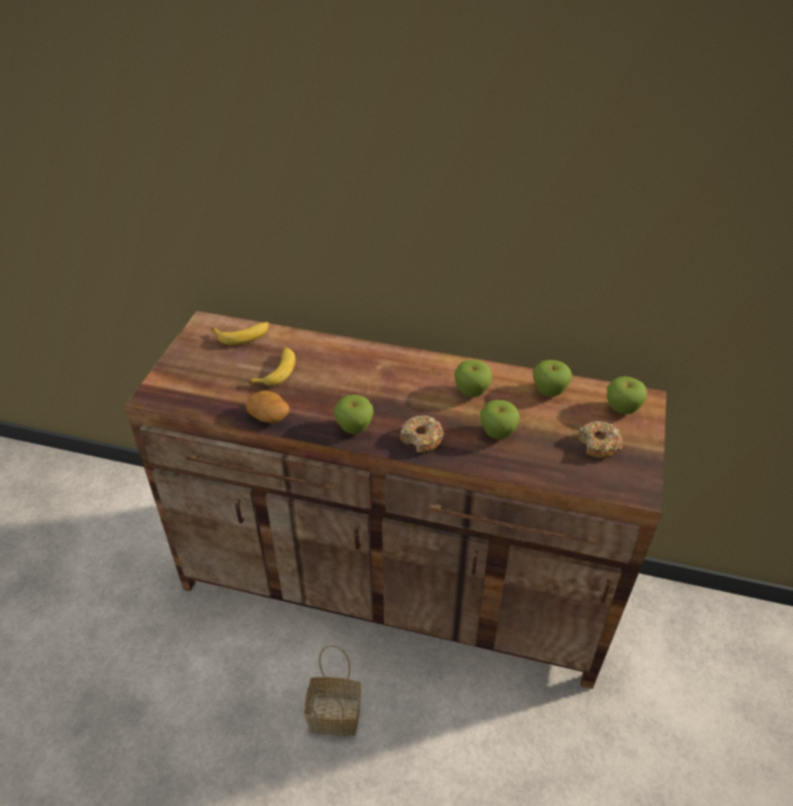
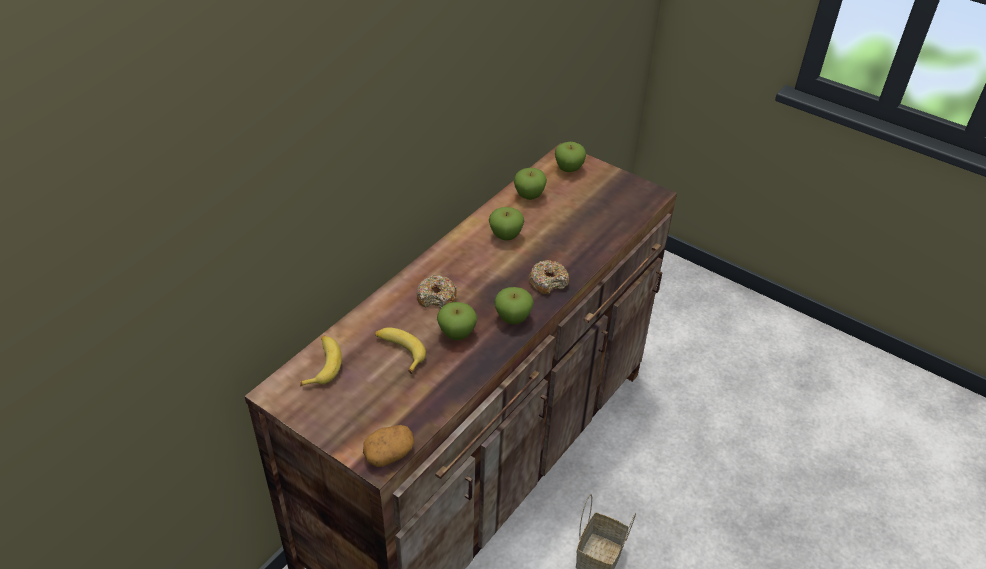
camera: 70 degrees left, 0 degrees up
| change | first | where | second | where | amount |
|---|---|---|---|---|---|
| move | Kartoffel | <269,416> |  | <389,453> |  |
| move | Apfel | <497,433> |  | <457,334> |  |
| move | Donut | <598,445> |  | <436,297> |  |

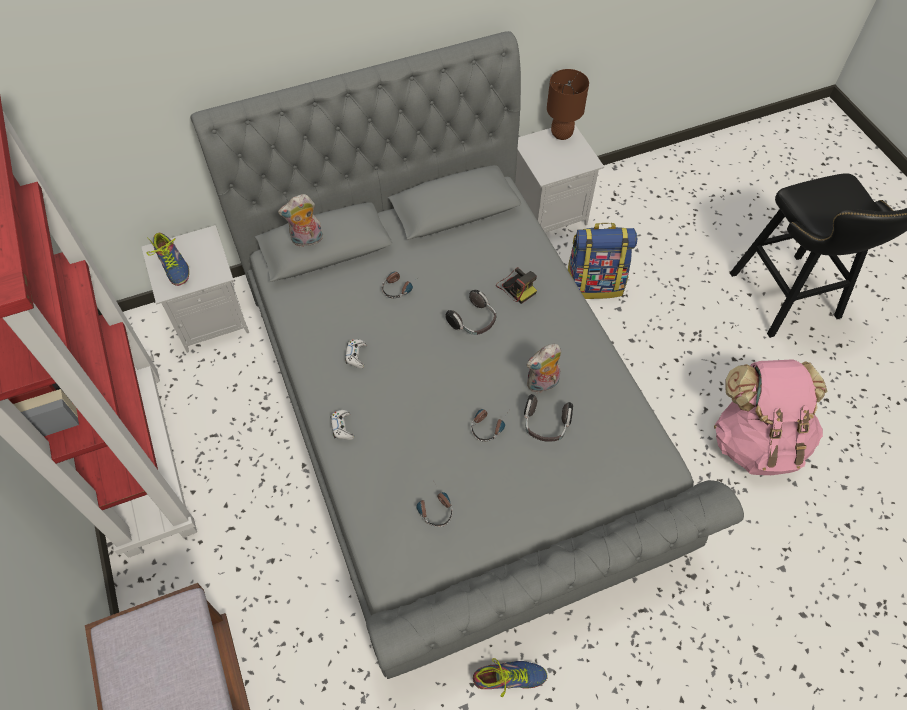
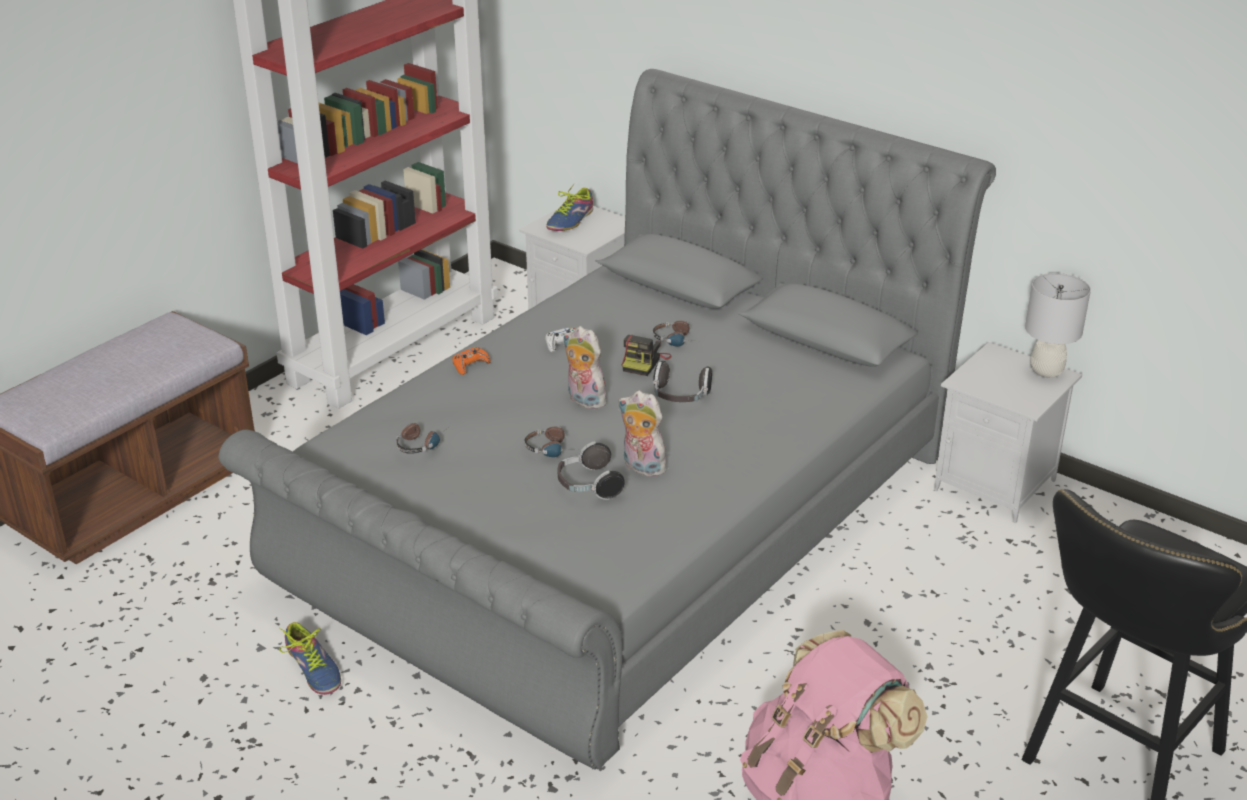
camera: 60 degrees right, 25 degrees down
| change | first | where | second | where | amount |
|---|---|---|---|---|---|
| recolor | Tischlampe/braun | <562,134> | Tischlampe/grau | <1047,373> |  |
| move | Plüschtier | <307,240> |  | <583,400> |  |
| delete | Rucksack | <594,284> |  |  |  |
| move | Kamera | <516,287> |  | <644,362> |  |
| recolor | Gamepad/weiß | <342,427> | Gamepad/orange | <470,365> |  |

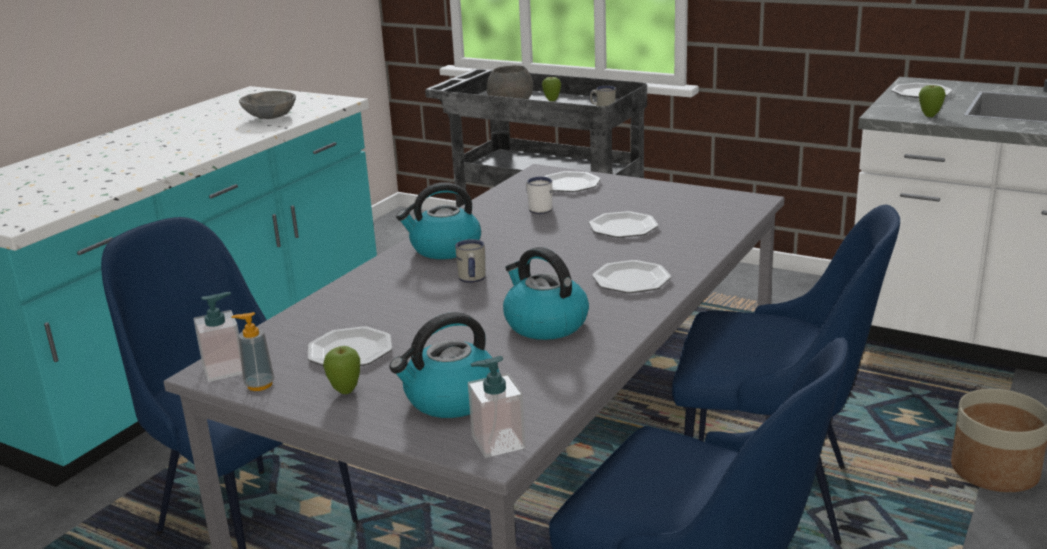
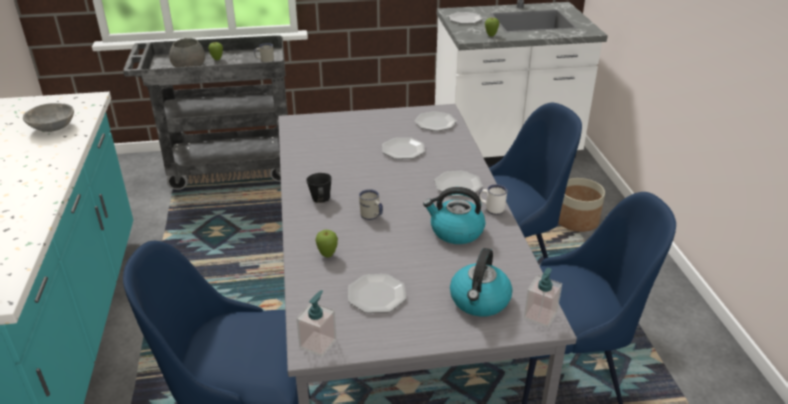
camera: 40 degrees left, 10 degrees up
| change | first | where | second | where | amount |
|---|---|---|---|---|---|
| move | Teller | <570,184> |  | <435,123> |  |
| move | Henkelbecher/weiß | <538,208> |  | <491,209> |  |
| replace | Wasserkessel | <444,249> | Henkelbecher/schwarz | <320,199> |  |
| delete | Seifenspender | <259,385> |  |  |  |
| move | Apfel | <345,391> |  | <327,255> |  |

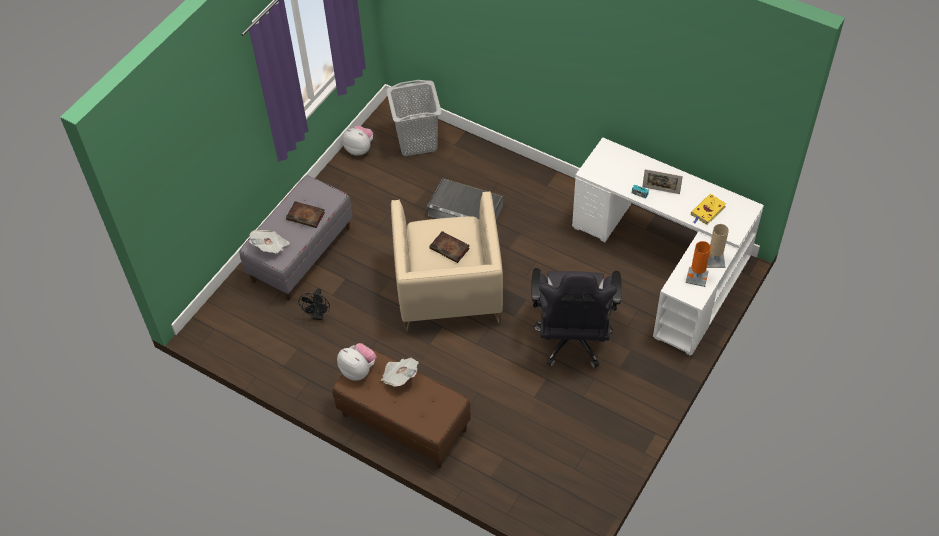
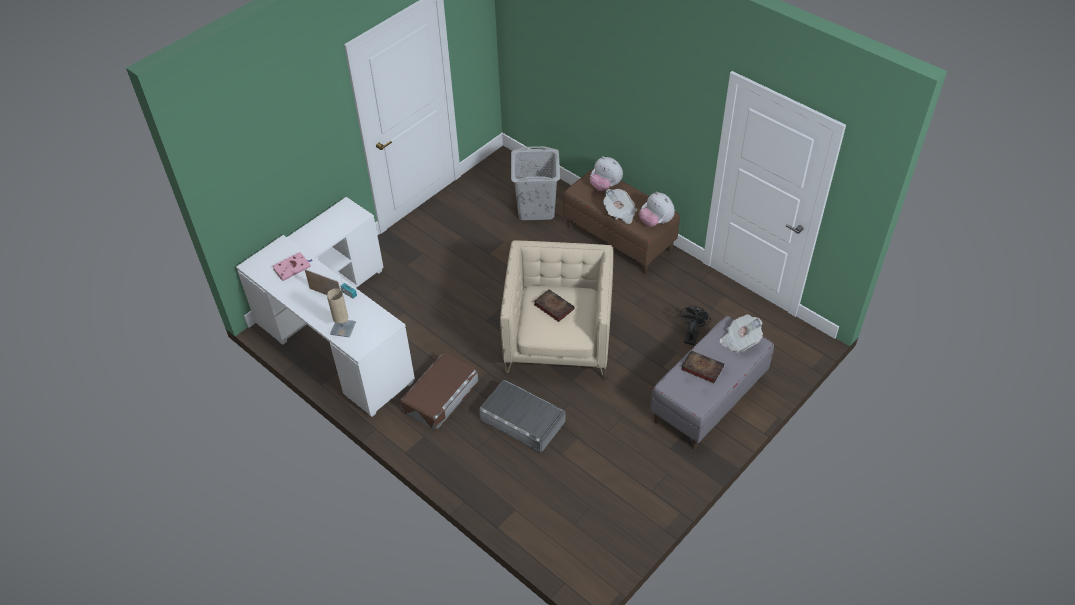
camera: 170 degrees left, 5 degrees down
| change | first | where | second | where | amount |
|---|---|---|---|---|---|
| move | Wäschekorb/grau | <417,141> |  | <536,208> |  |
| move | Plüschtier | <359,149> |  | <605,186> |  |
| recolor | Buch/gelb | <707,211> | Buch/rosa | <293,268> |  |
| move | Tischlampe/beige | <714,260> |  | <343,328> |  |
| delete | Tischlampe/orange | <697,277> |  |  |  |
| delete | Bürostuhl/schwarz | <572,335> |  |  |  |
| insert |  |  | Aufbewahrungsbox/braun | <440,395> |  |

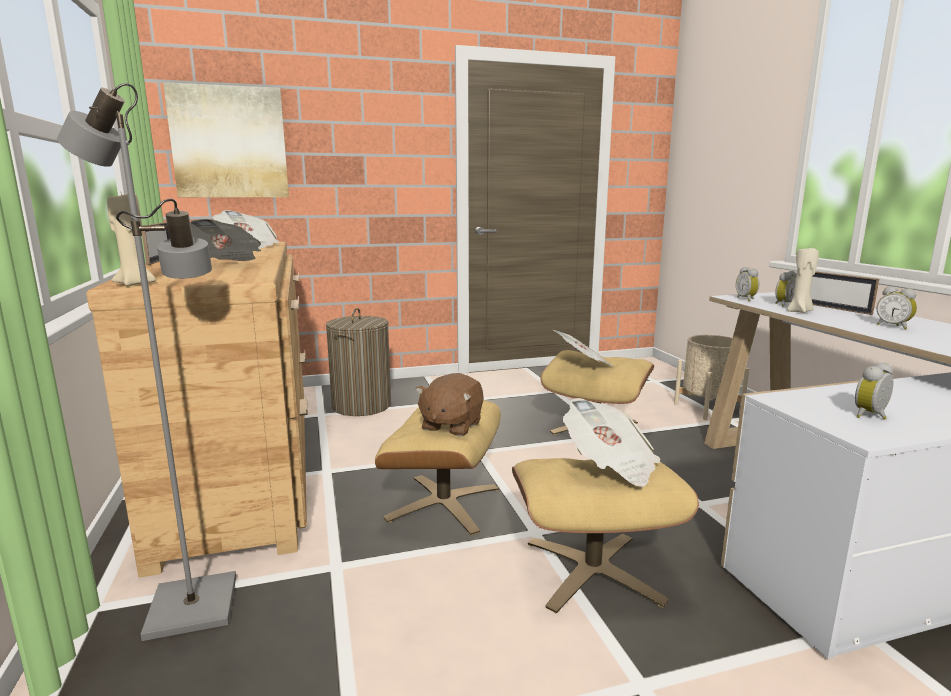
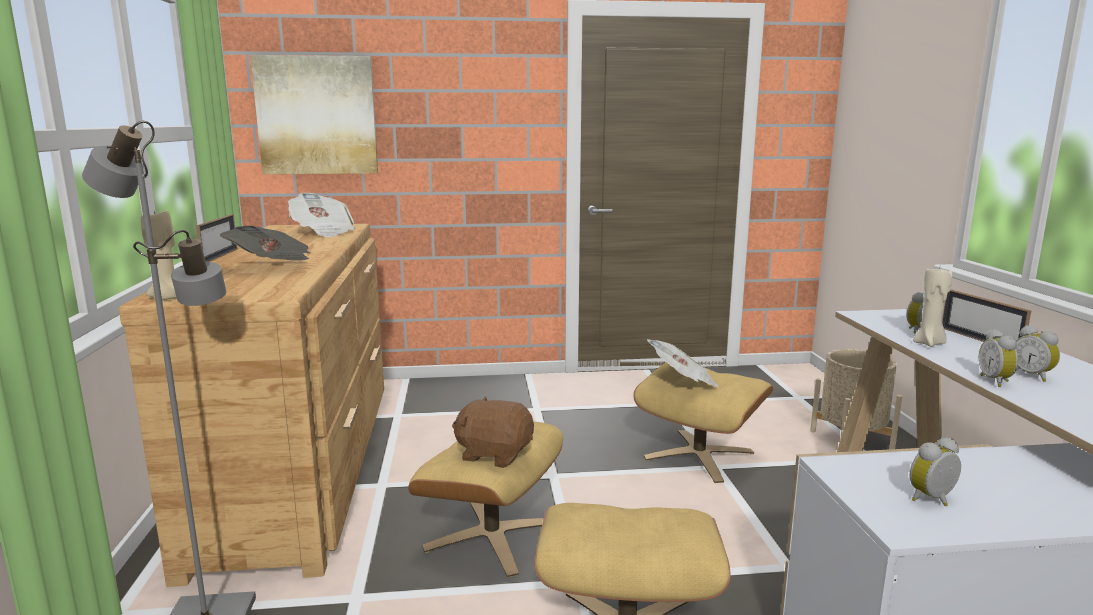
camera: 10 degrees right, 0 degrees up
| change | first | where | second | where | amount |
|---|---|---|---|---|---|
| move | Wecker | <747,299> |  | <996,381> |  |
| delete | Wäschekorb | <361,405> |  |  |  |
| rotate | Plüschtier/braun | <451,426> |  | <494,454> | 75 degrees clockwise |
| delete | Zeitung | <610,464> |  |  |  |

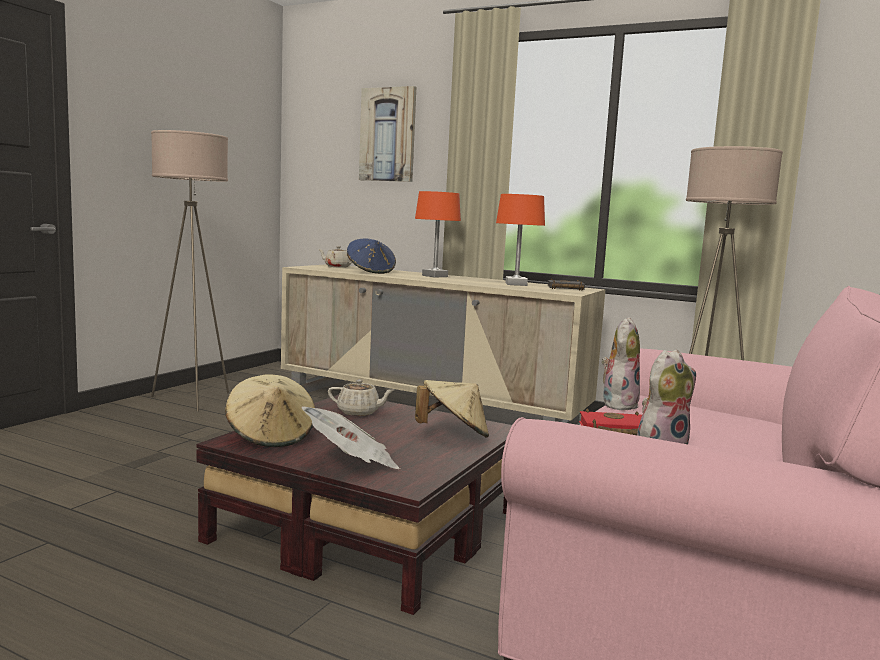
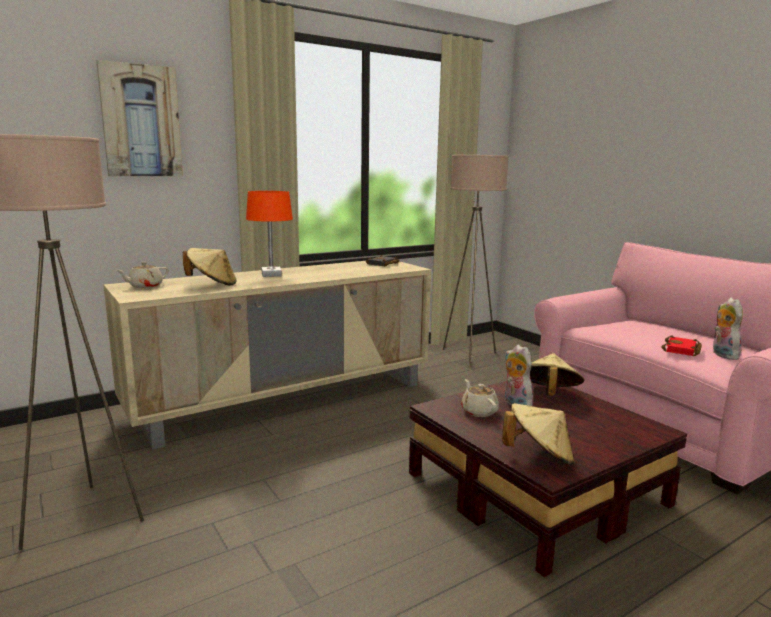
camera: 60 degrees left, 5 degrees up
| change | first | where | second | where | amount |
|---|---|---|---|---|---|
| delete | Tischlampe/orange | <515,284> |  |  |  |
| recolor | Hut/blau | <371,271> | Hut/beige | <212,284> |  |
| move | Plüschtier | <618,404> |  | <515,404> |  |
| rotate | Teekanne/beige | <359,412> |  | <478,411> | 60 degrees counterclockwise |
| delete | Zeitung | <351,463> |  |  |  |

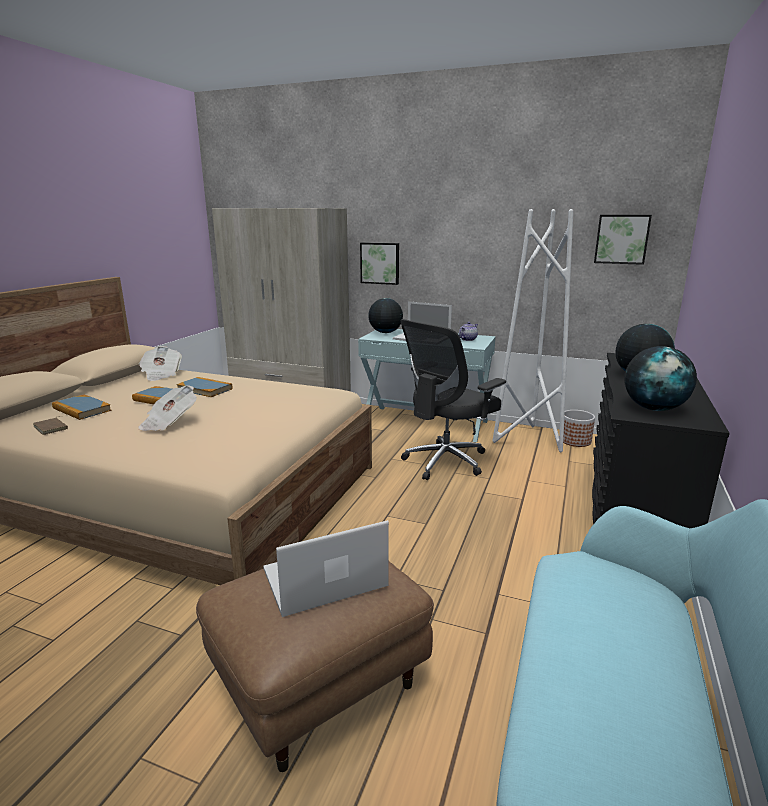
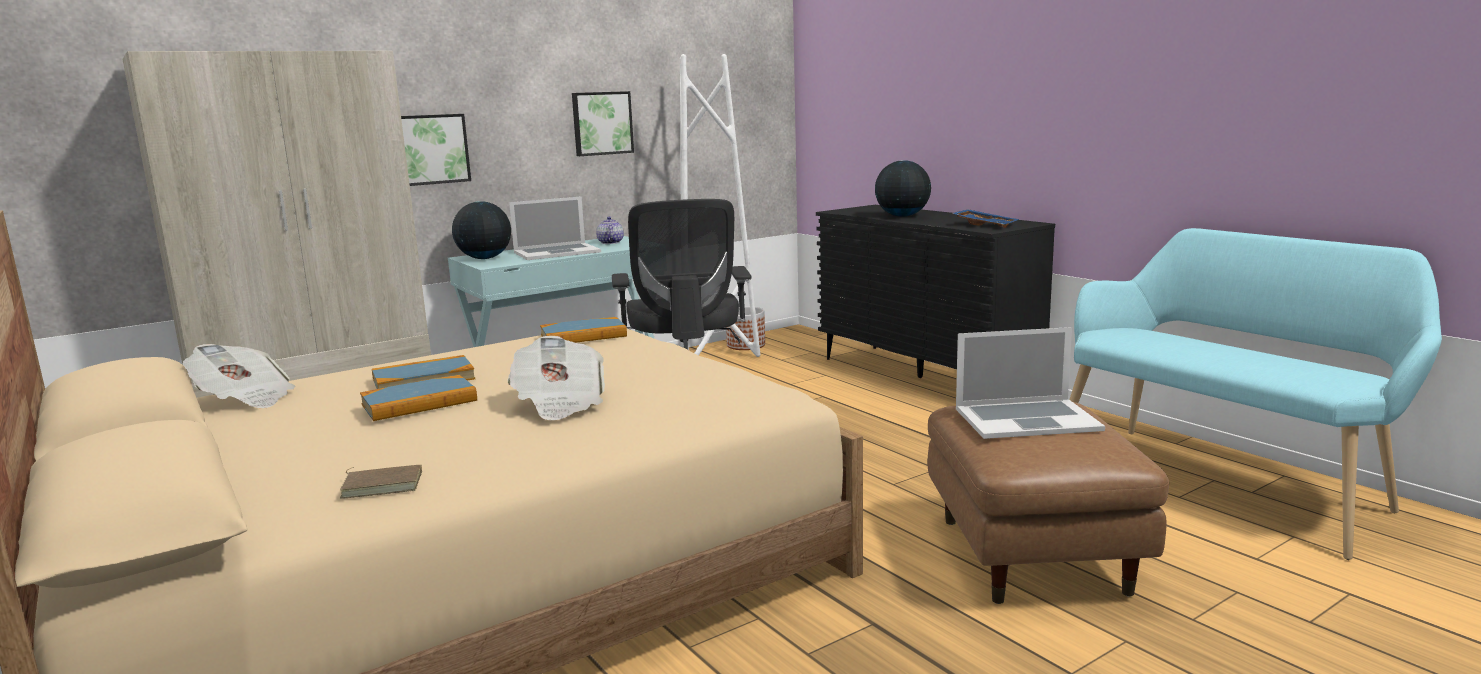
camera: 55 degrees left, 5 degrees down
| change | first | where | second | where | amount |
|---|---|---|---|---|---|
| move | Bild | <621,239> |  | <601,123> |  |
| replace | Globus | <654,408> | Tablett/blau | <985,225> |  |
| move | Buch | <82,409> |  | <583,335> |  |
| rotate | Laptop | <325,578> |  | <1026,419> | 105 degrees counterclockwise |

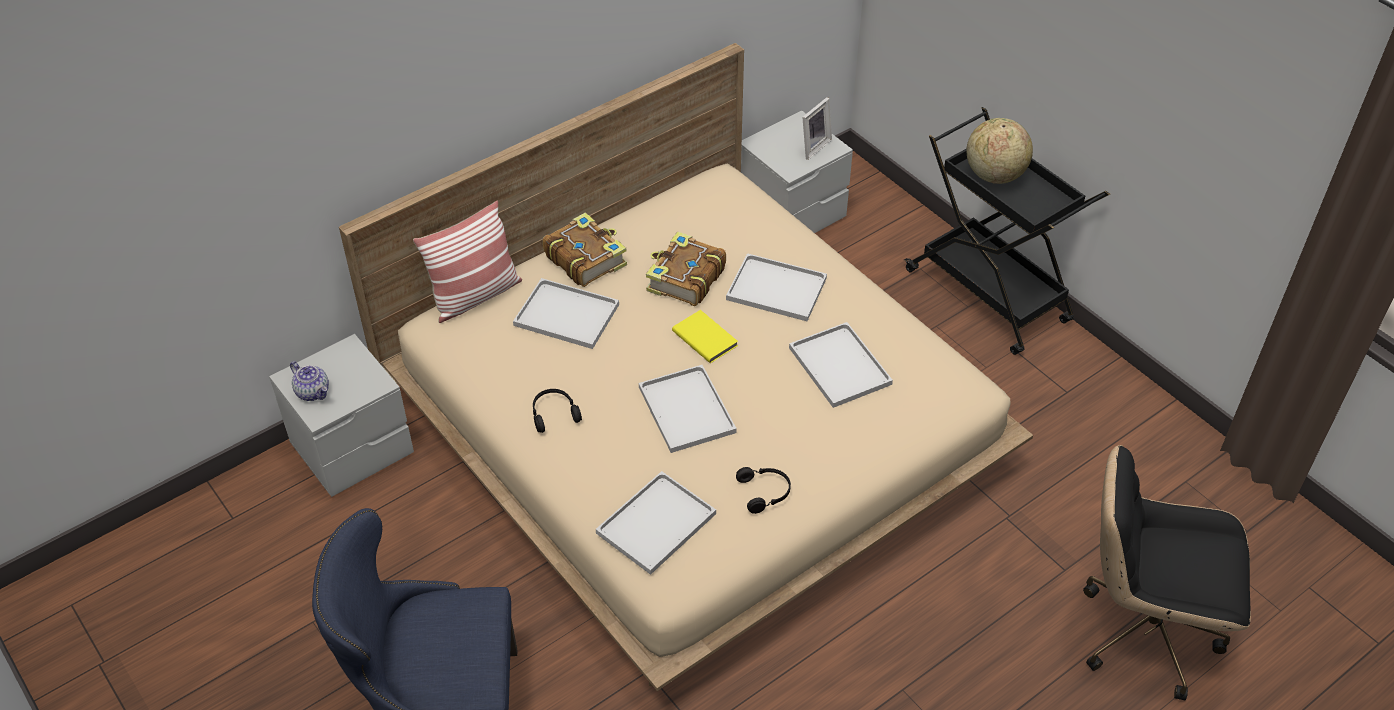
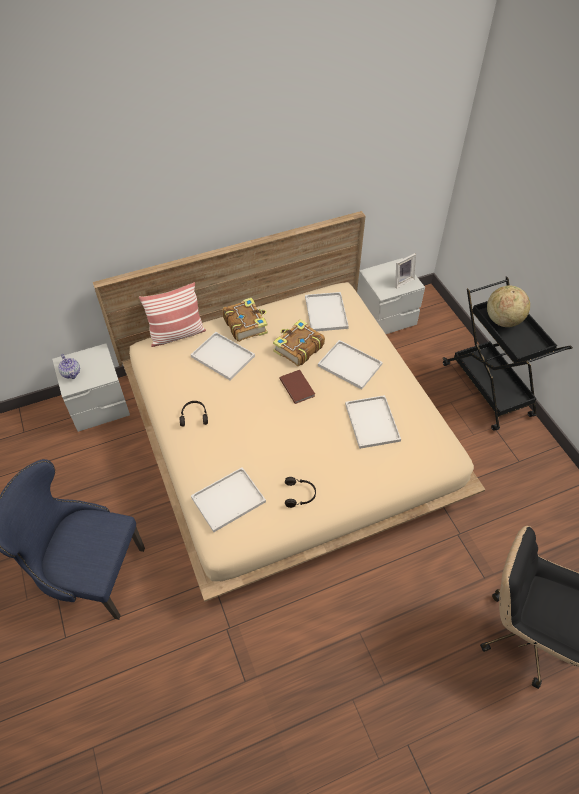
camera: 15 degrees right, 5 degrees up
| change | first | where | second | where | amount |
|---|---|---|---|---|---|
| recolor | Buch/gelb | <705,337> | Buch/braun | <297,387> |  |
| move | Tablett/weiß | <685,408> |  | <325,312> |  |

